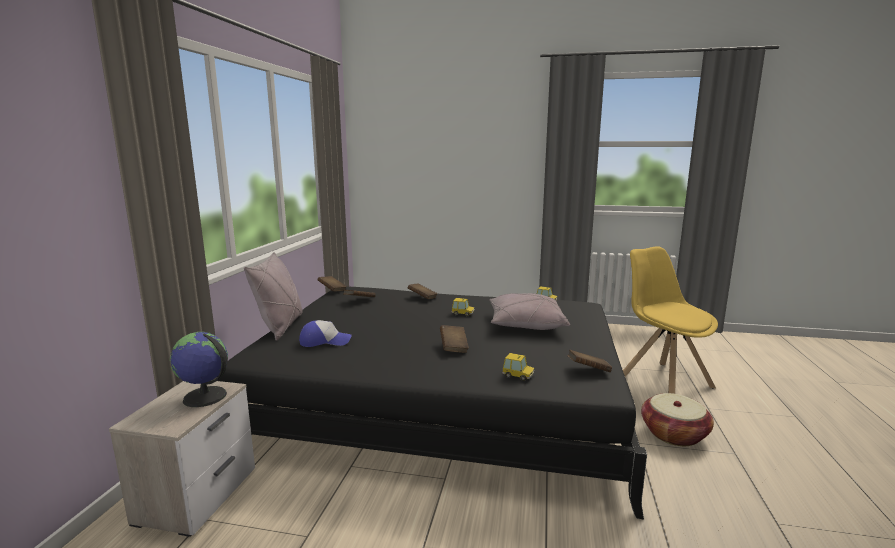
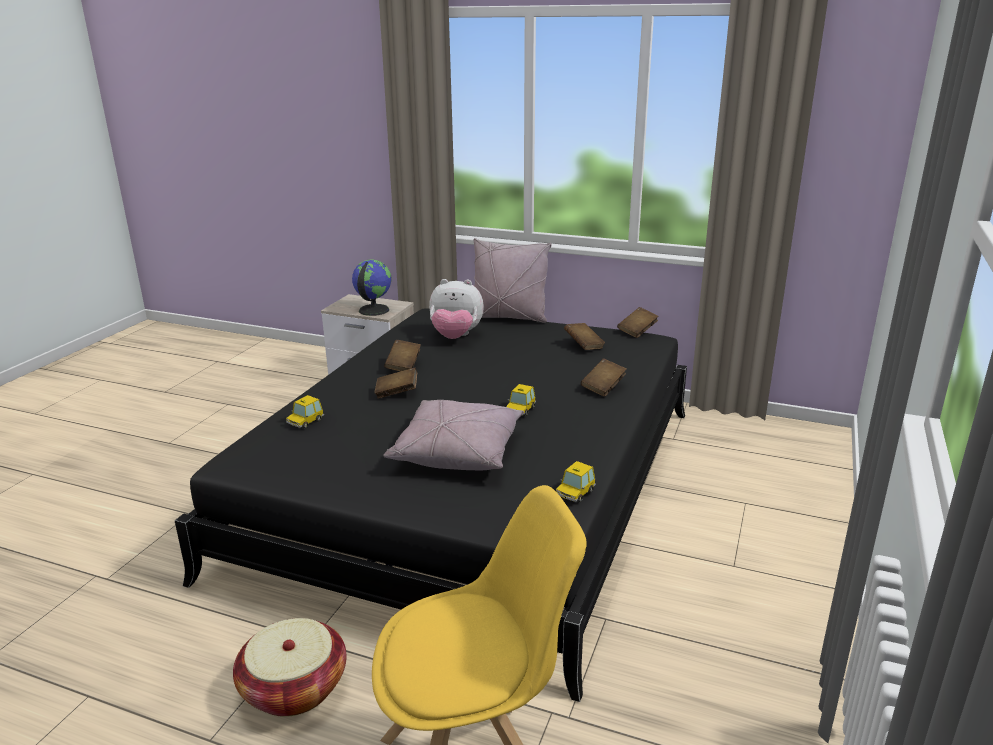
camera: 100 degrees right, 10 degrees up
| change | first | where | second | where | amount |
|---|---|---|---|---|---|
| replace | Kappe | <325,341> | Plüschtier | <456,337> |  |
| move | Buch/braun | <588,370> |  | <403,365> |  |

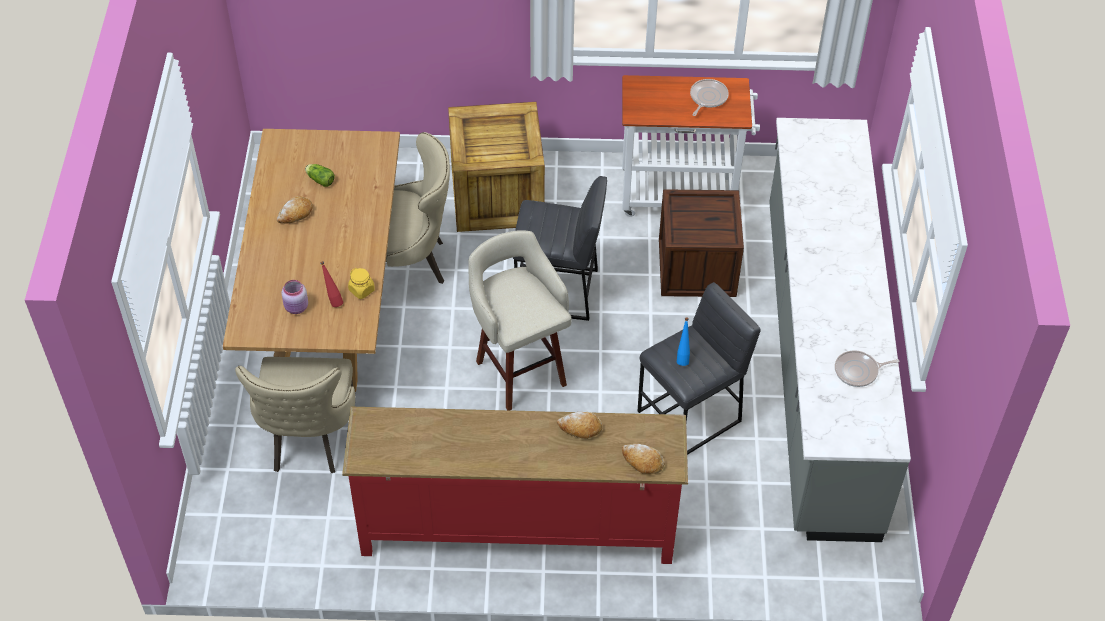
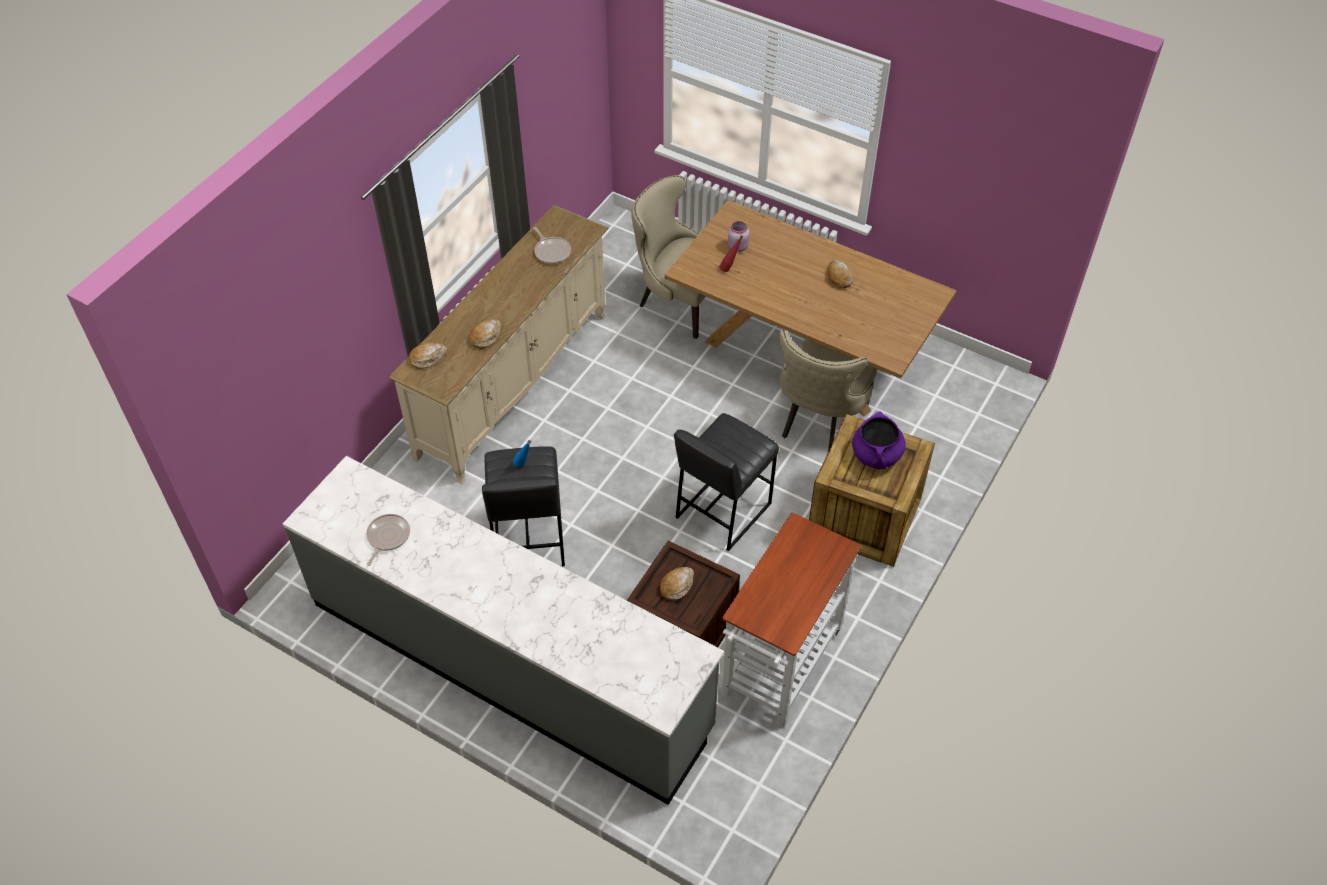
camera: 120 degrees right, 0 degrees up
| change | first | where | second | where | amount |
|---|---|---|---|---|---|
| move | Pfanne | <707,98> |  | <552,251> |  |
| delete | Salatkopf | <319,179> |  |  |  |
| delete | Hocker/beige | <519,370> |  |  |  |
| delete | Vorratsglas/gelb | <362,290> |  |  |  |
| recolor | Schrank/rot | <517,527> | Schrank/beige | <515,385> |  |
| insert |  |  | Kochtopf/lila | <876,455> |  |
| insert |  |  | Brot | <677,586> |  |

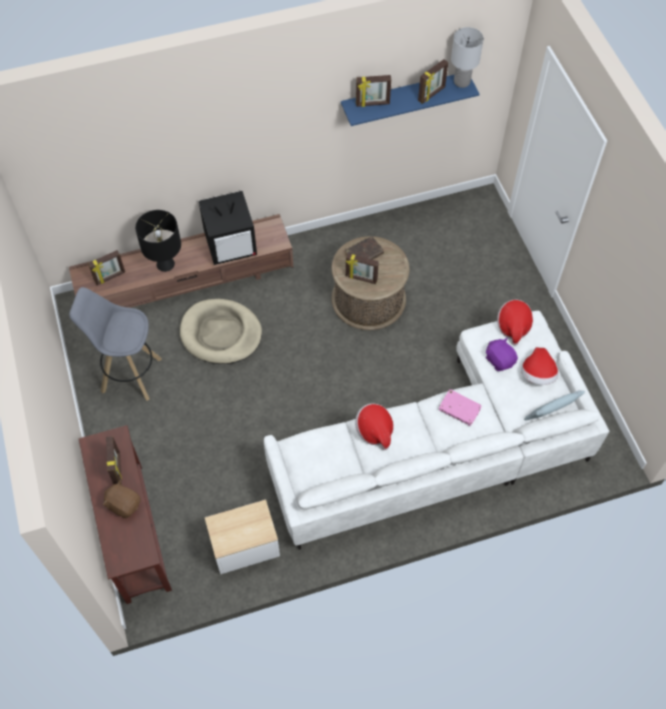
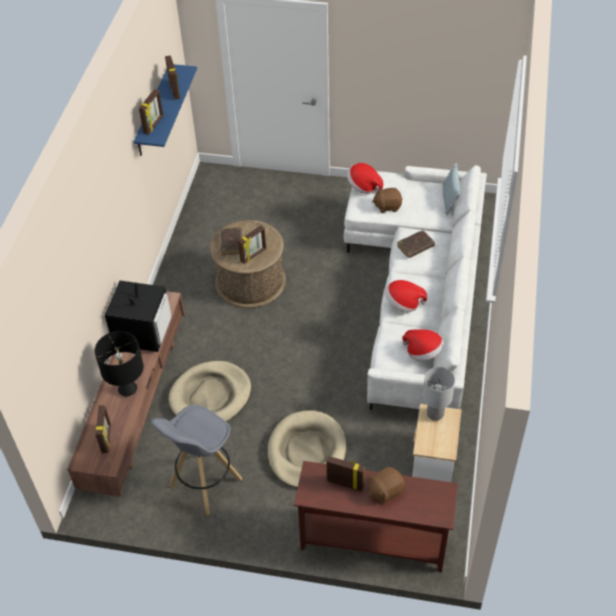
camera: 60 degrees left, 10 degrees down
| change | first | where | second | where | amount |
|---|---|---|---|---|---|
| move | Tischlampe/grau | <462,83> |  | <435,415> |  |
| recolor | Plüschtier/lila | <499,360> | Plüschtier/braun | <387,206> |  |
| move | Hut | <537,375> |  | <423,352> |  |
| recolor | Buch/rosa | <459,409> | Buch/braun | <415,247> |  |
| insert |  |  | Hundebett/beige | <306,452> |  |

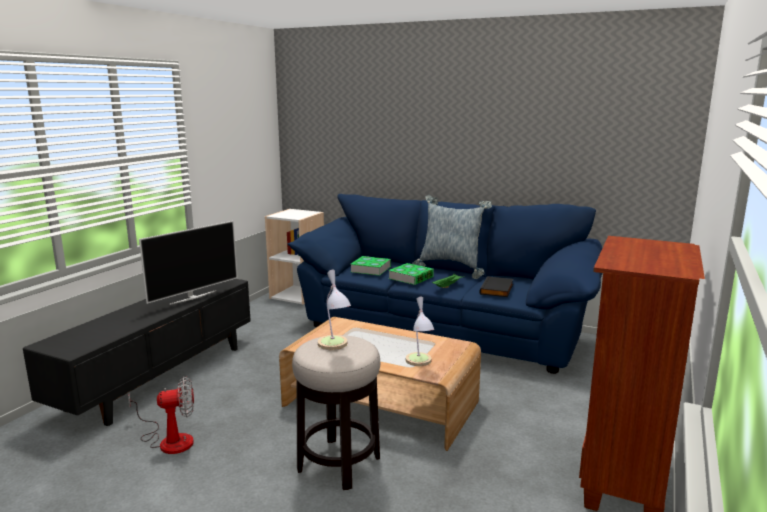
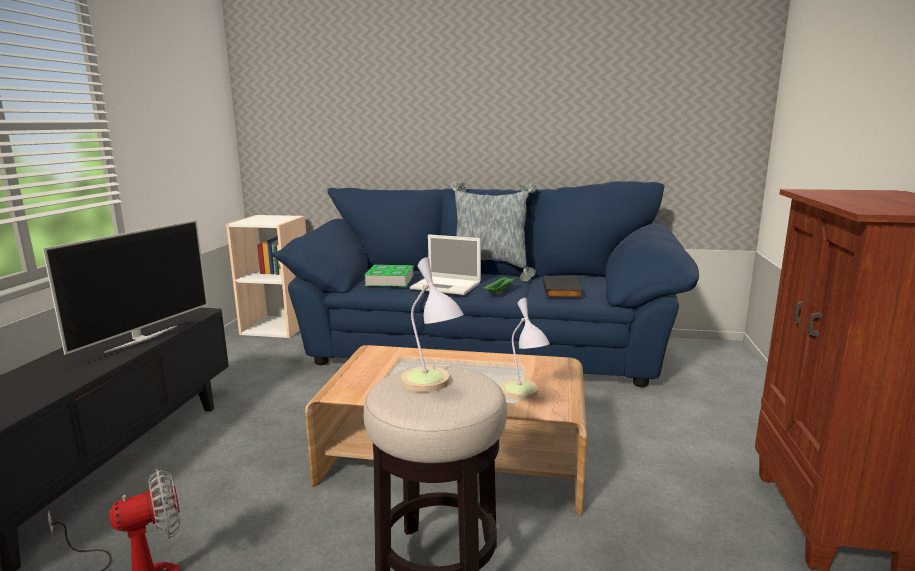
camera: 15 degrees left, 0 degrees up
| change | first | where | second | where | amount |
|---|---|---|---|---|---|
| replace | Buch | <411,277> | Laptop | <447,286> |  |

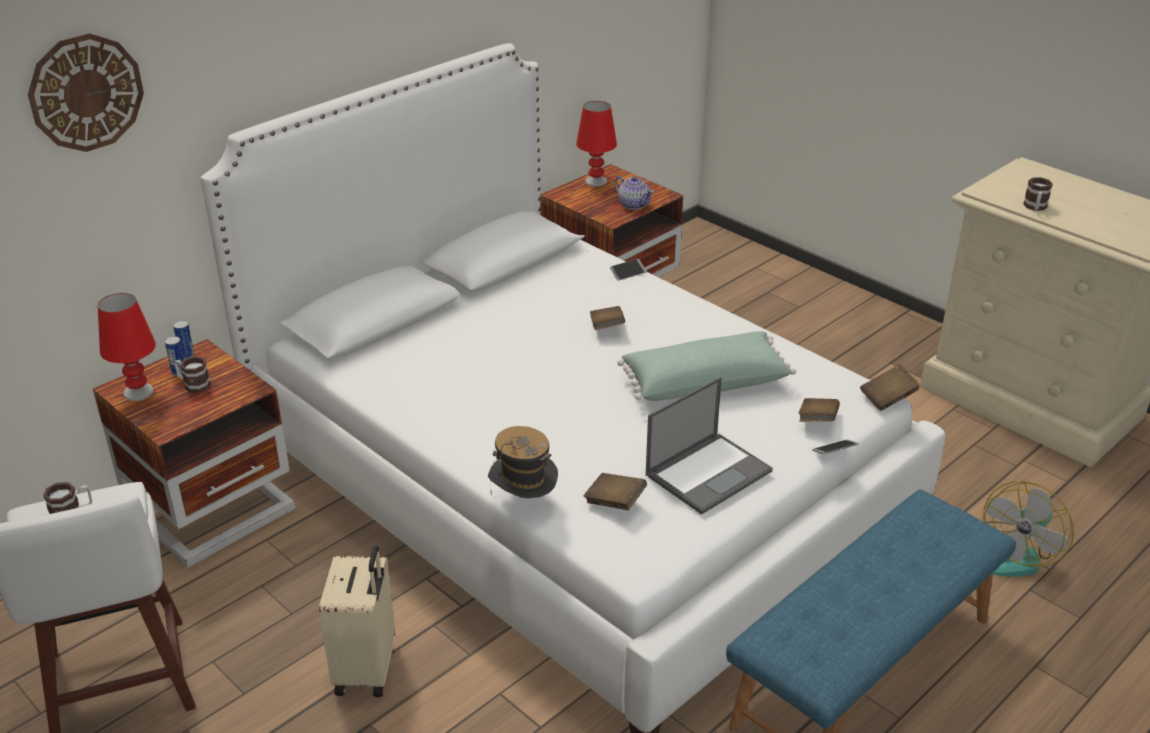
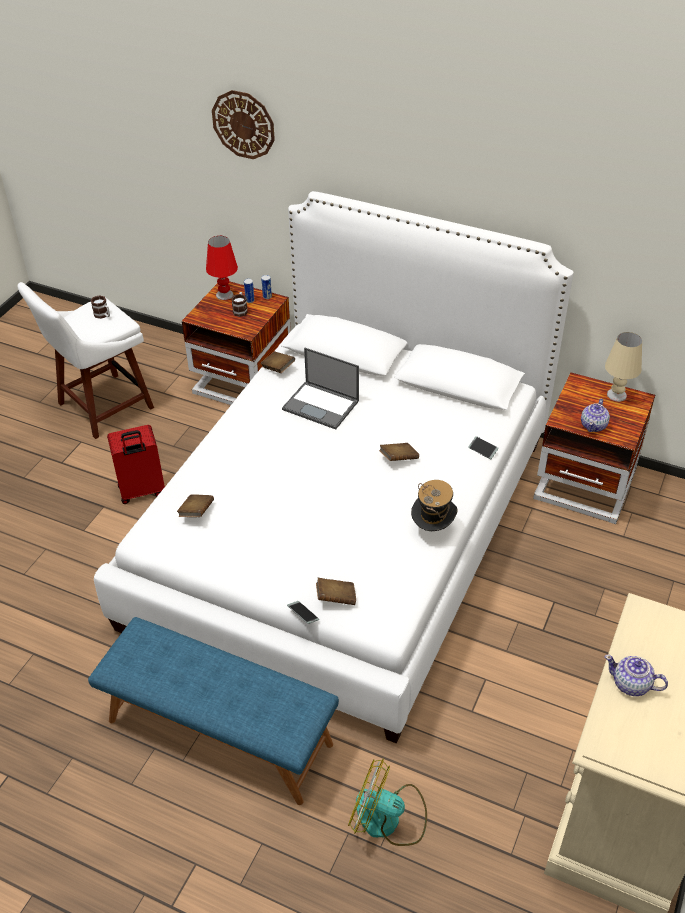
camera: 70 degrees right, 10 degrees up
| change | first | where | second | where | amount |
|---|---|---|---|---|---|
| recolor | Tischlampe/rot | <595,181> | Tischlampe/beige | <616,395> |  |
| delete | Henkelbecher | <1035,208> |  |  |  |
| delete | Kissen/grün | <704,382> |  |  |  |
| move | Buch/braun | <888,398> |  | <278,368> |  |
| move | Laptop | <709,472> |  | <321,405> |  |
| move | Hut | <523,503> |  | <433,529> |  |
| recolor | Koffer/beige | <367,670> | Koffer/rot | <141,491> |  |
| insert |  |  | Teekanne | <631,684> |  |

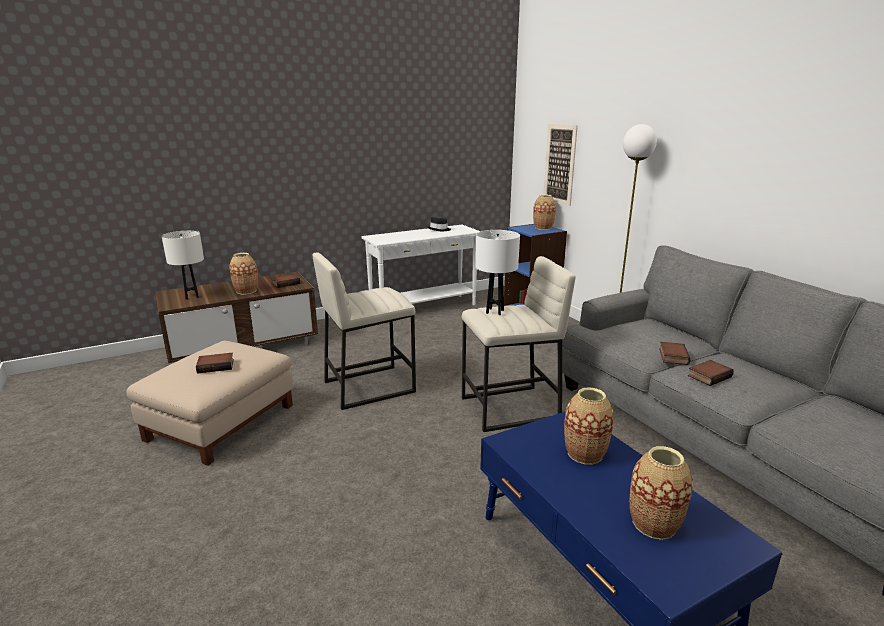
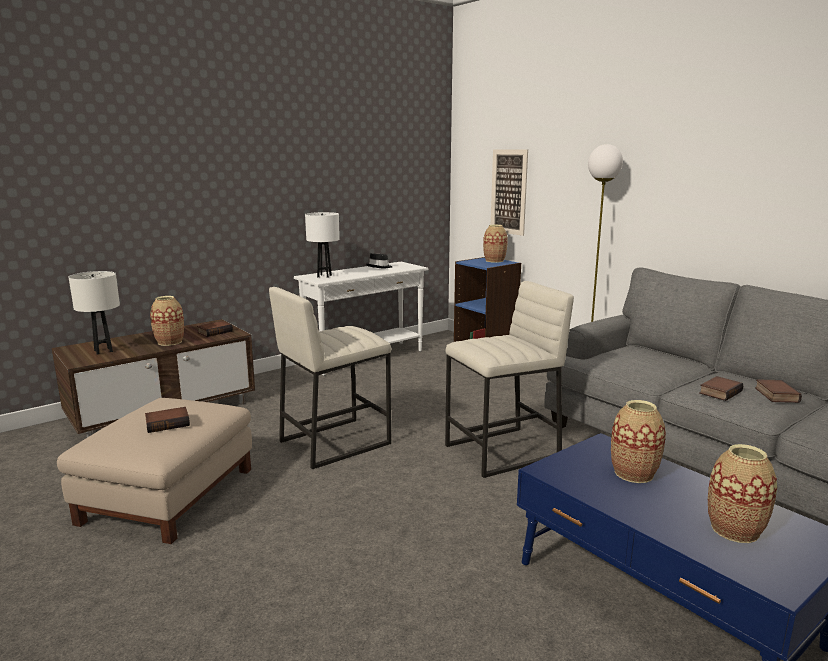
camera: 10 degrees left, 5 degrees down
| change | first | where | second | where | amount |
|---|---|---|---|---|---|
| move | Tischlampe/weiß | <495,311> |  | <324,276> |  |
| move | Buch | <672,356> |  | <775,395> |  |

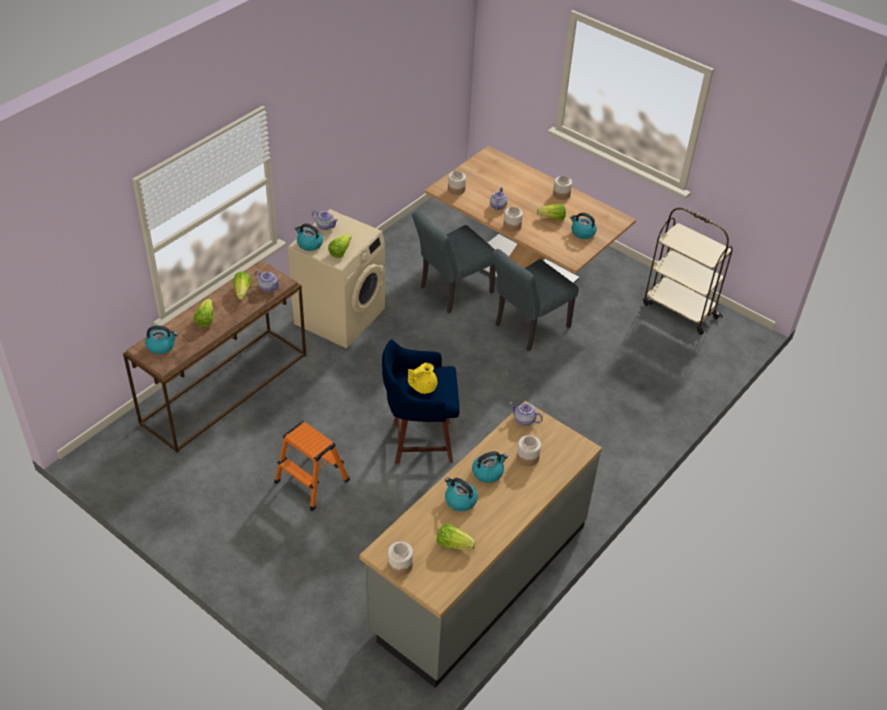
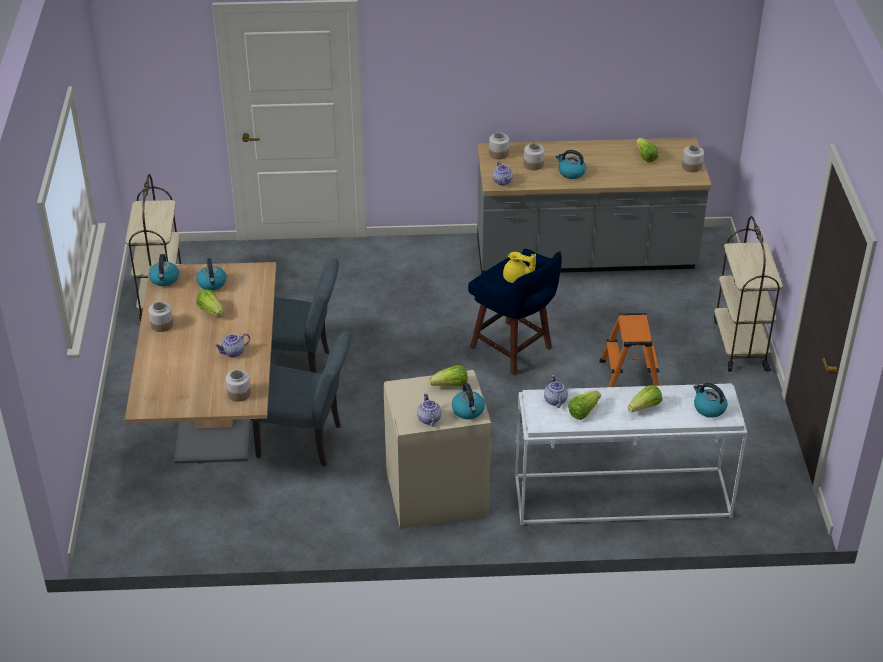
camera: 130 degrees left, 5 degrees down
| change | first | where | second | where | amount |
|---|---|---|---|---|---|
| move | Vorratsglas | <512,225> |  | <498,154> |  |
| recolor | Konsolentisch/braun | <225,387> | Konsolentisch/weiß | <620,498> |  |
| move | Wasserkessel | <460,500> |  | <164,279> |  |
| insert |  |  | Rollwagen/beige | <740,344> |  |

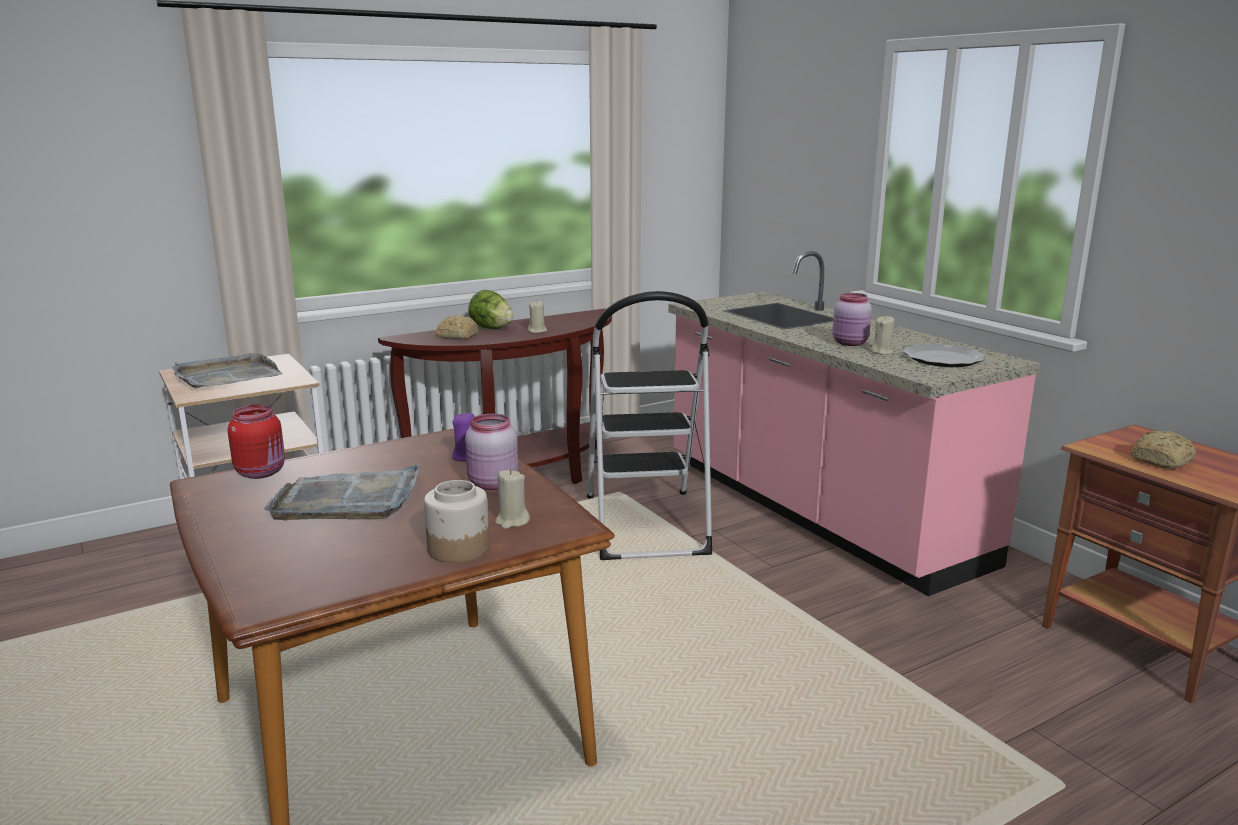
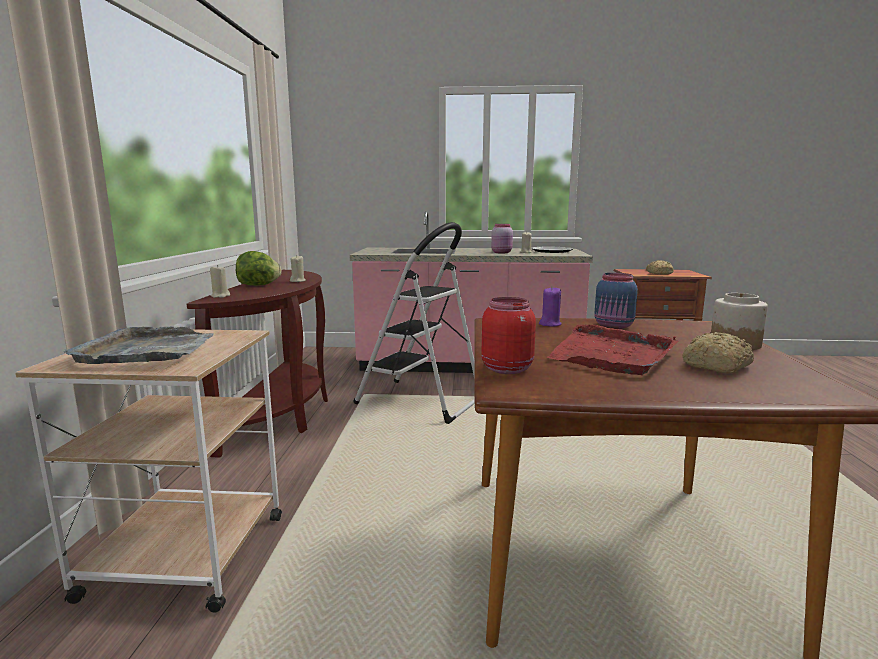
camera: 55 degrees left, 5 degrees down
| change | first | where | second | where | amount |
|---|---|---|---|---|---|
| move | Brot | <457,336> |  | <715,366> |  |
| recolor | Vorratsglas/rosa | <491,484> | Vorratsglas/blau | <614,326> |  |
| recolor | Tablett/grau | <348,499> | Tablett/rot | <611,354> |  |
| move | Kerze/beige | <512,521> |  | <220,296> |  |

